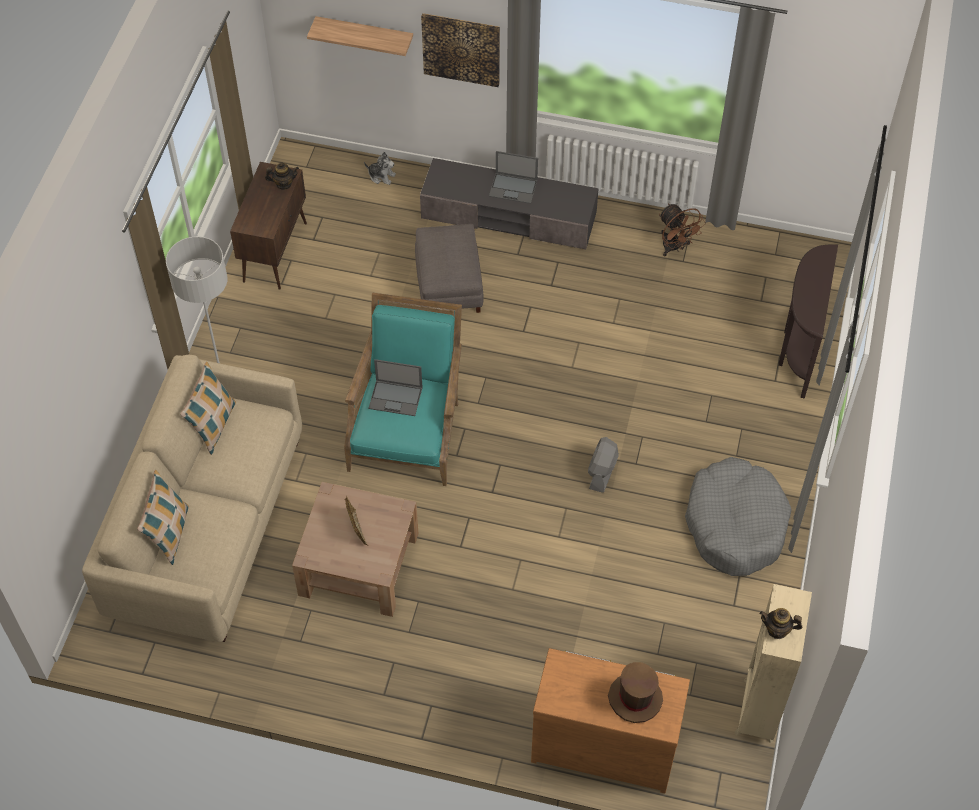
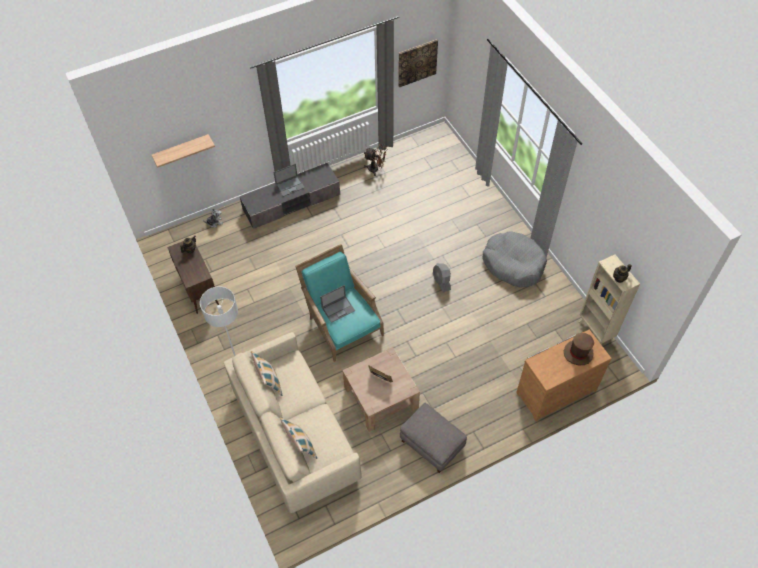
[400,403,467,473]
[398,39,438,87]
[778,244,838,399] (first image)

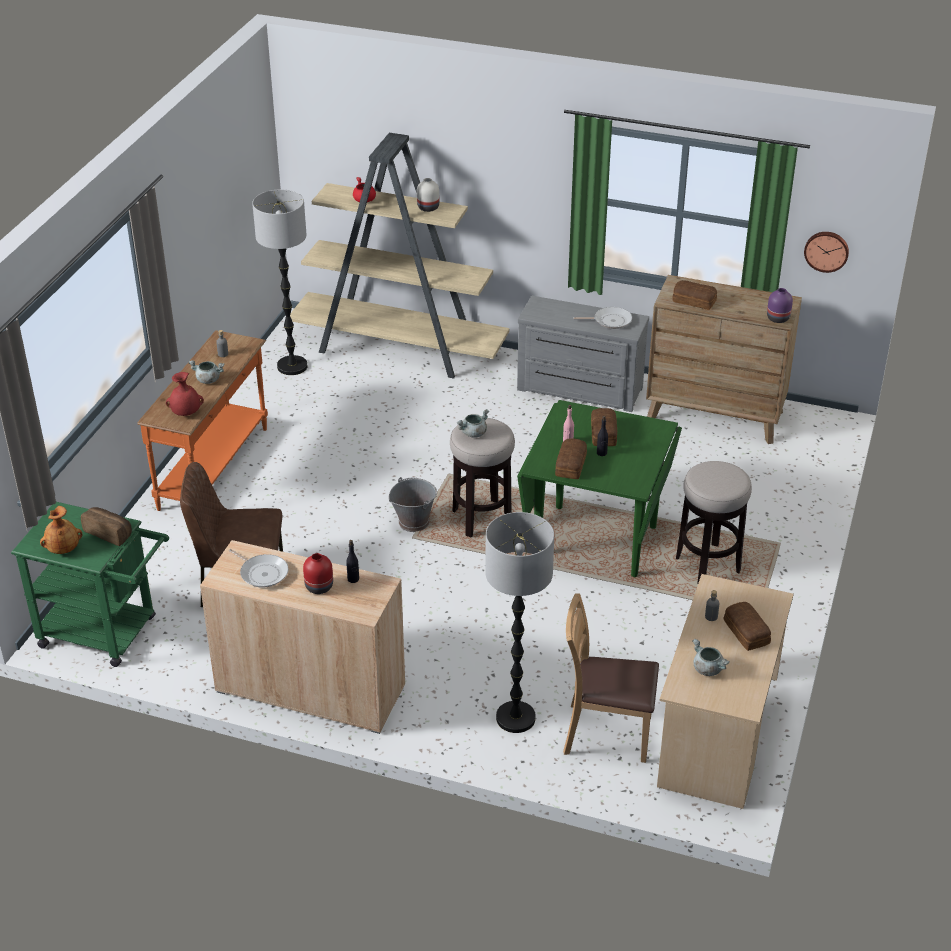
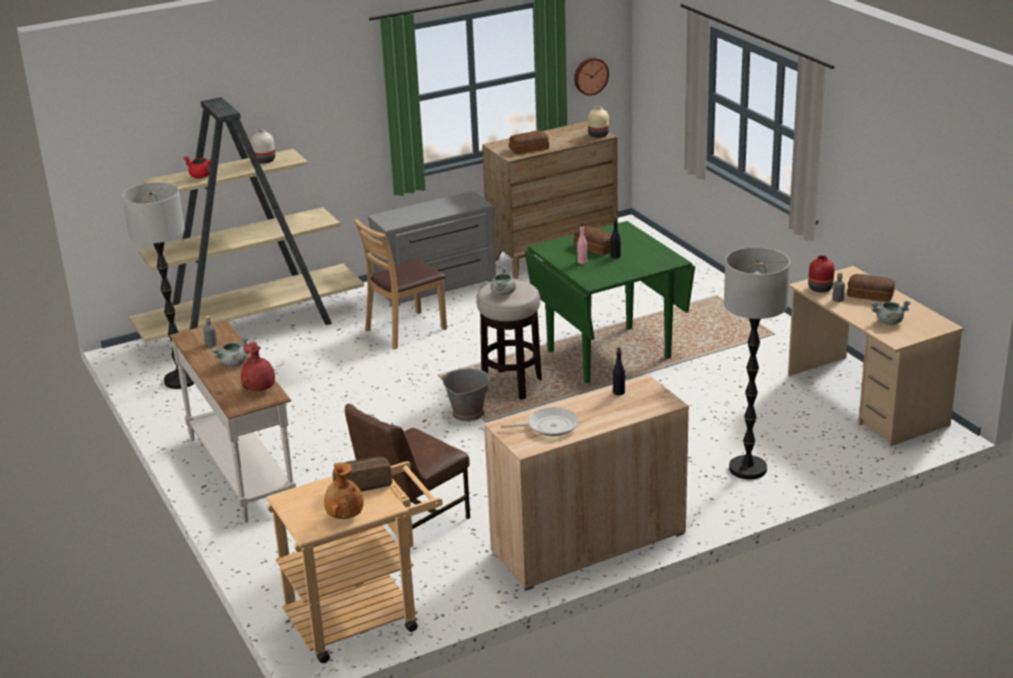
[266,461,443,663]
[170,321,296,523]
[808,255,835,292]
[555,438,587,479] (first image)
[354,218,447,350]
[574,307,632,329] (first image)
[676,461,752,584] (first image)
[588,106,609,138]

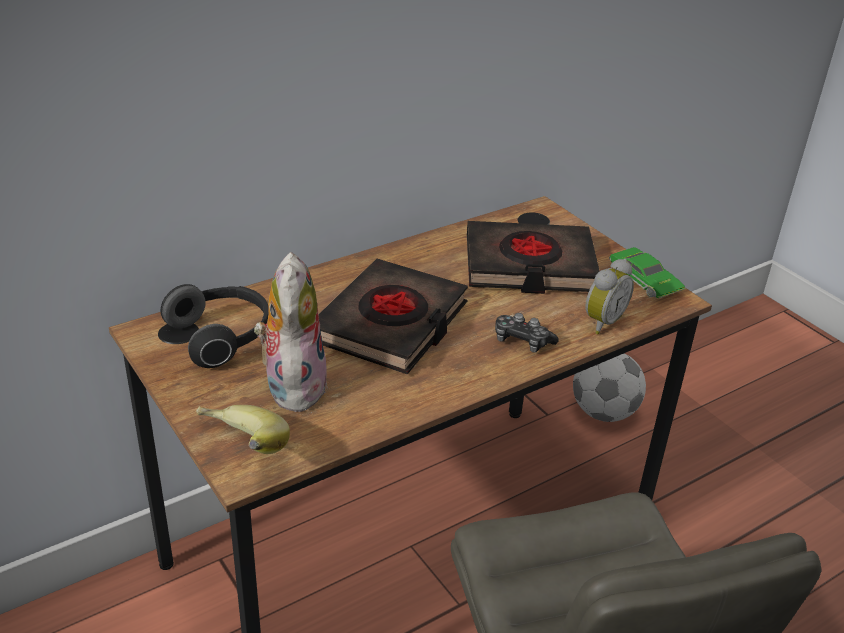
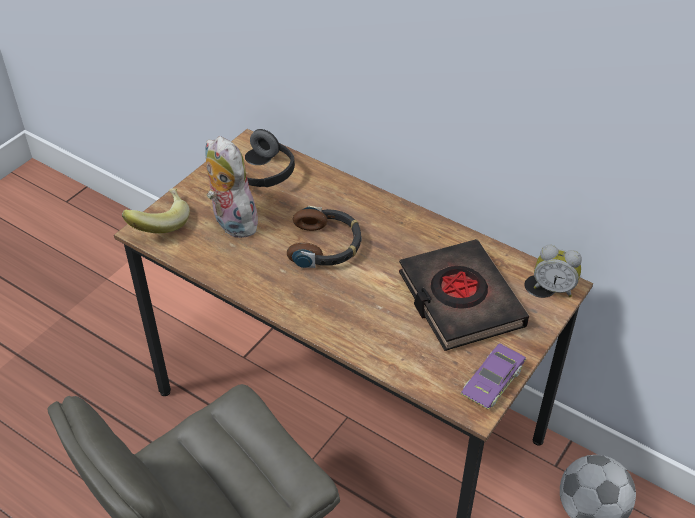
[206,136,261,238]
[287,206,362,268]
[495,313,559,352] (first image)
[534,245,582,297]
[460,343,526,410]

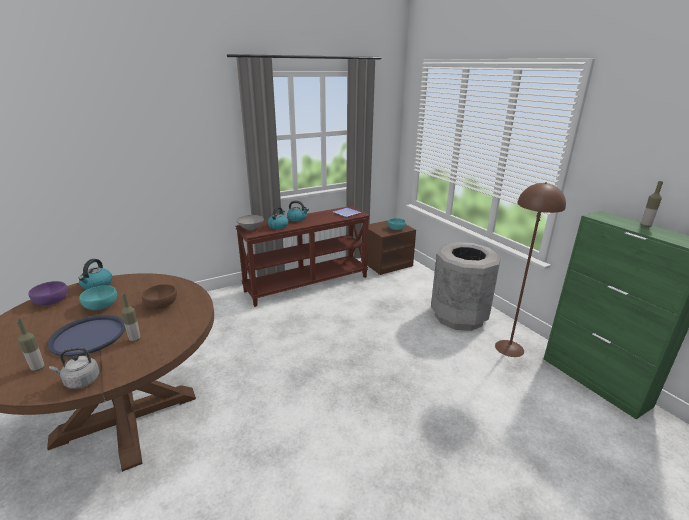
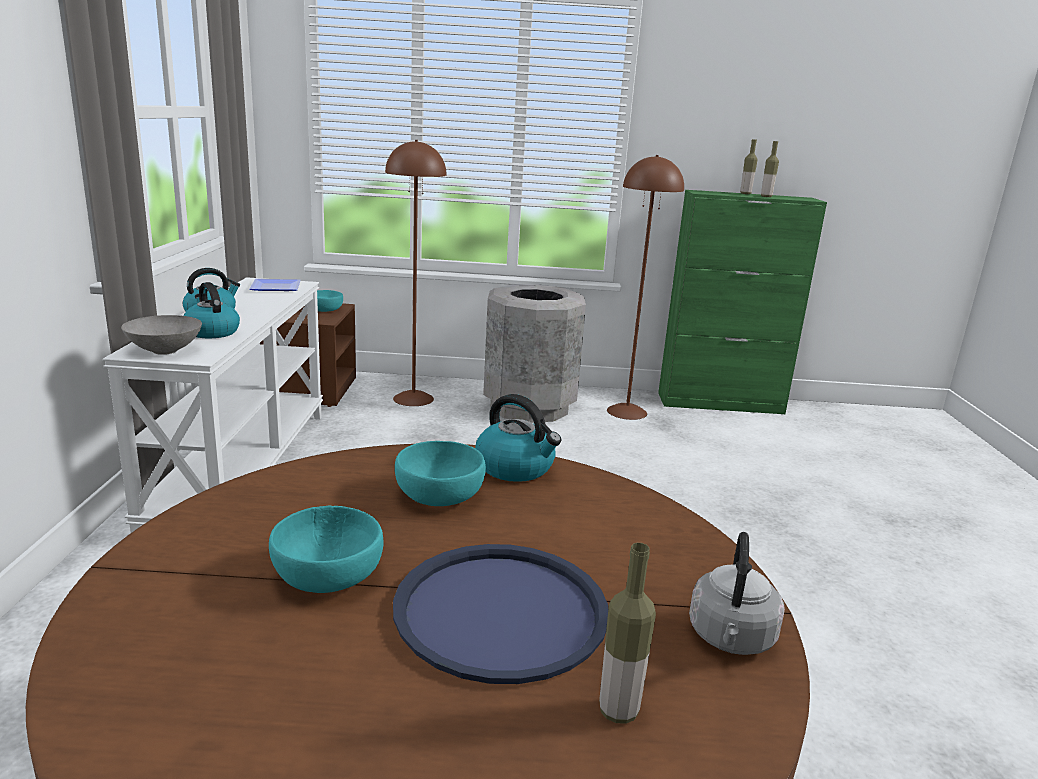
[28,281,68,305] (first image)
[475,394,561,482]
[761,141,779,197]
[395,441,486,506]
[102,277,323,533]
[385,140,447,406]

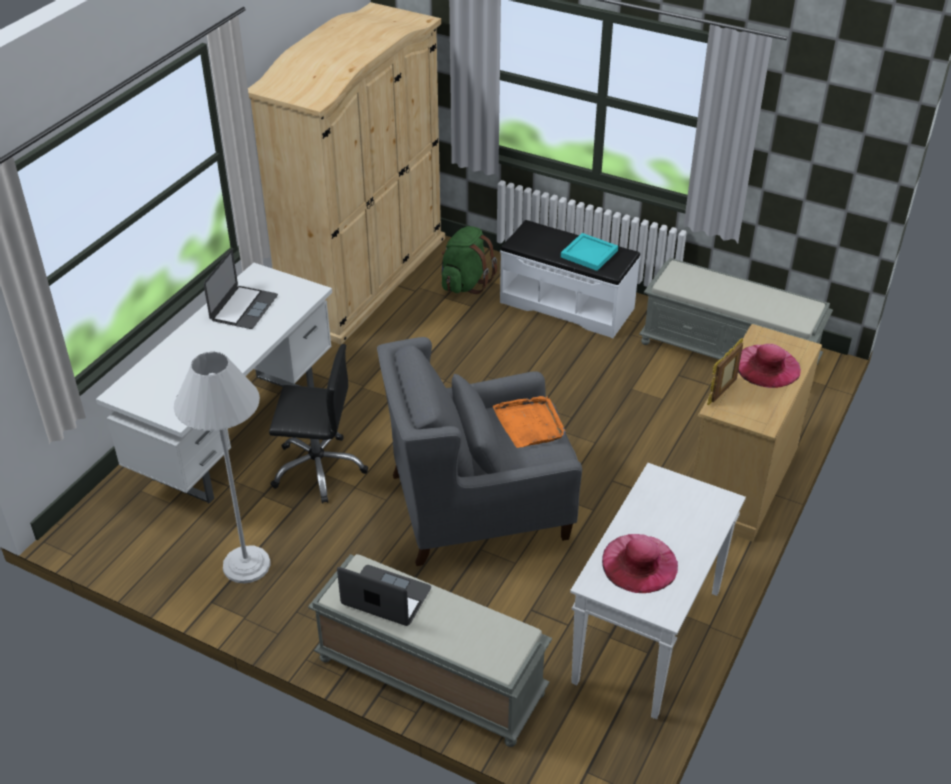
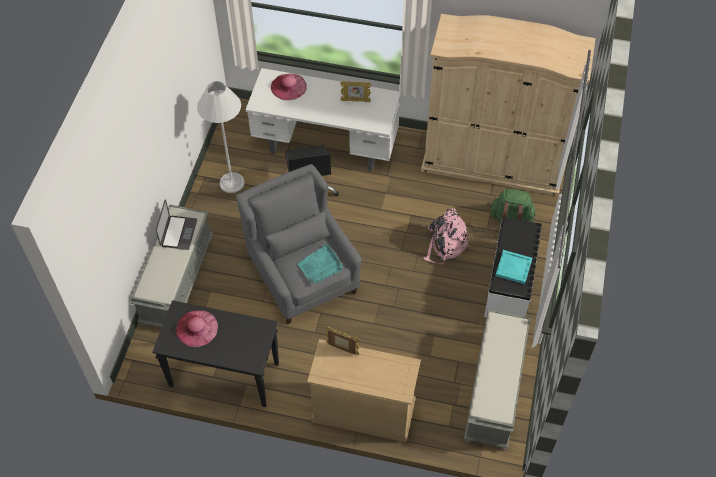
[340,81,371,102]
[297,244,343,284]
[152,300,279,407]
[271,74,307,100]
[423,208,470,264]

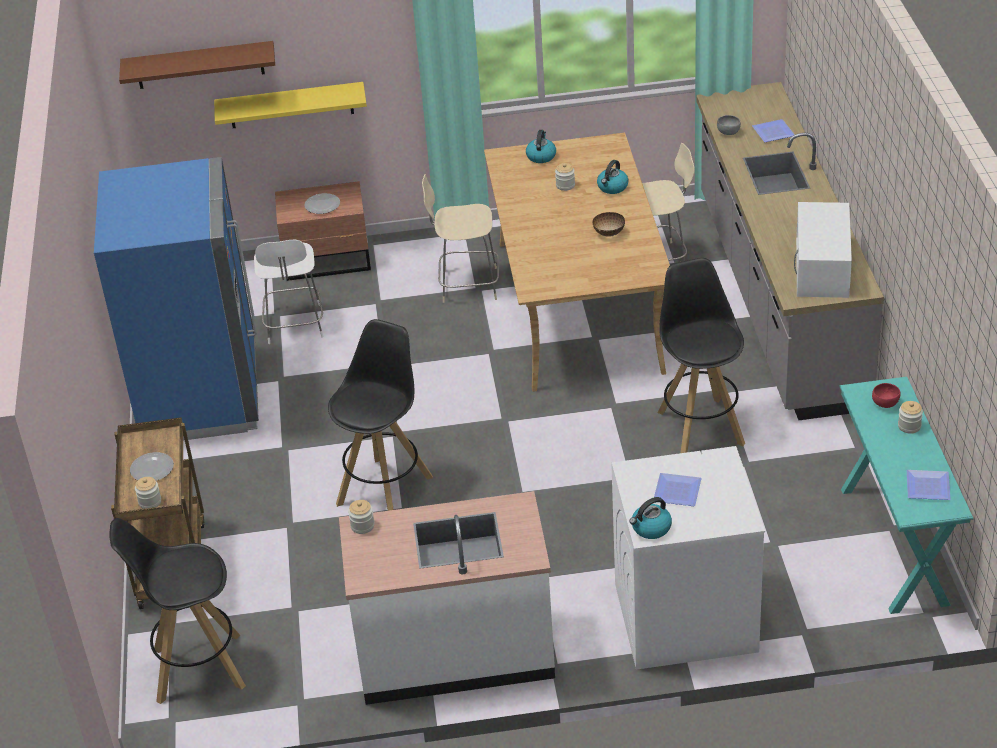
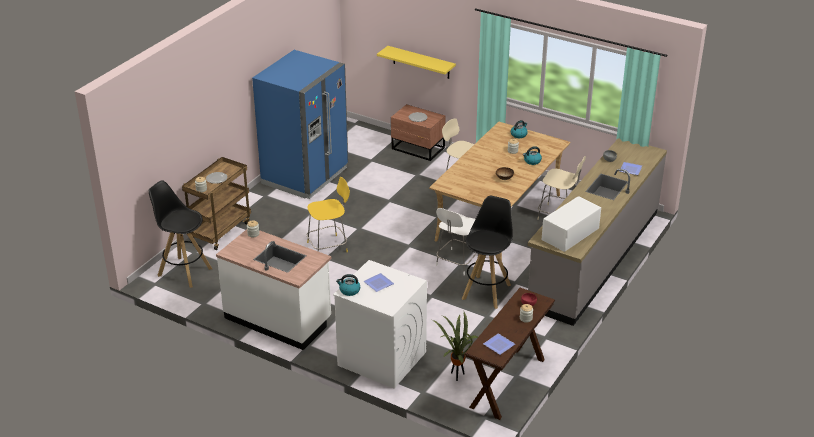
[119,41,275,89] (first image)
[436,208,479,275]
[307,177,350,252]
[464,288,555,420]
[432,312,478,381]

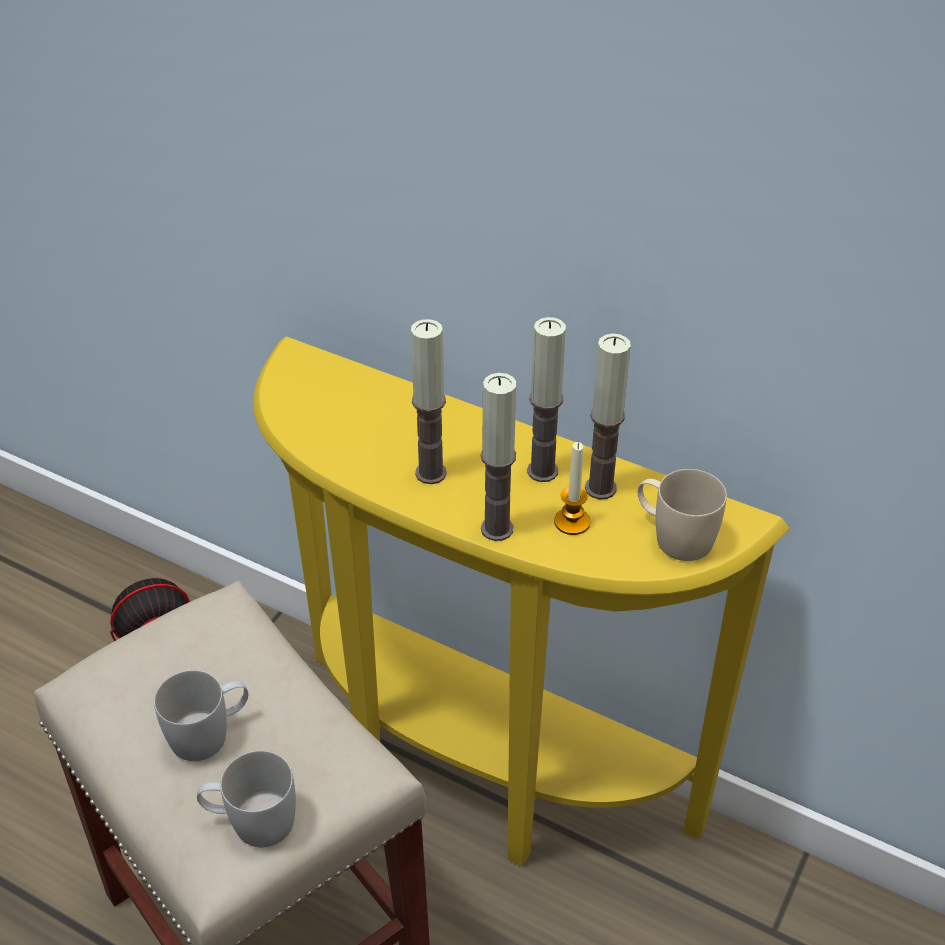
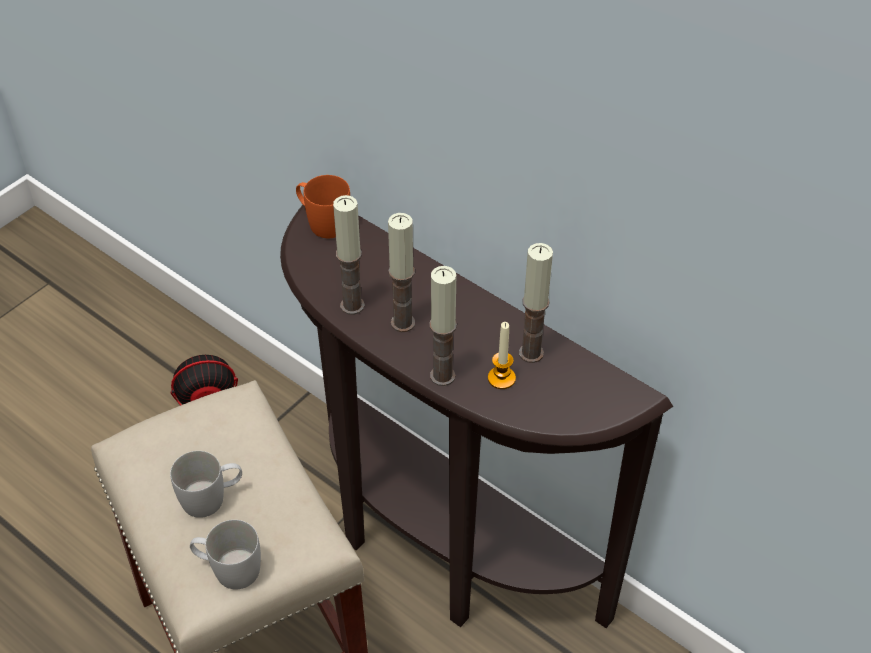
[280,205,673,628]
[333,195,365,315]
[638,469,727,561] (first image)
[296,175,350,238]

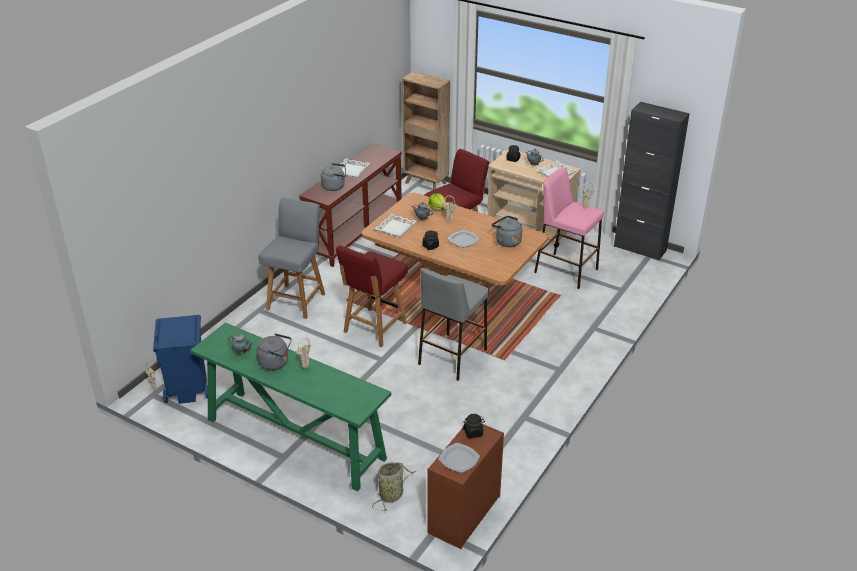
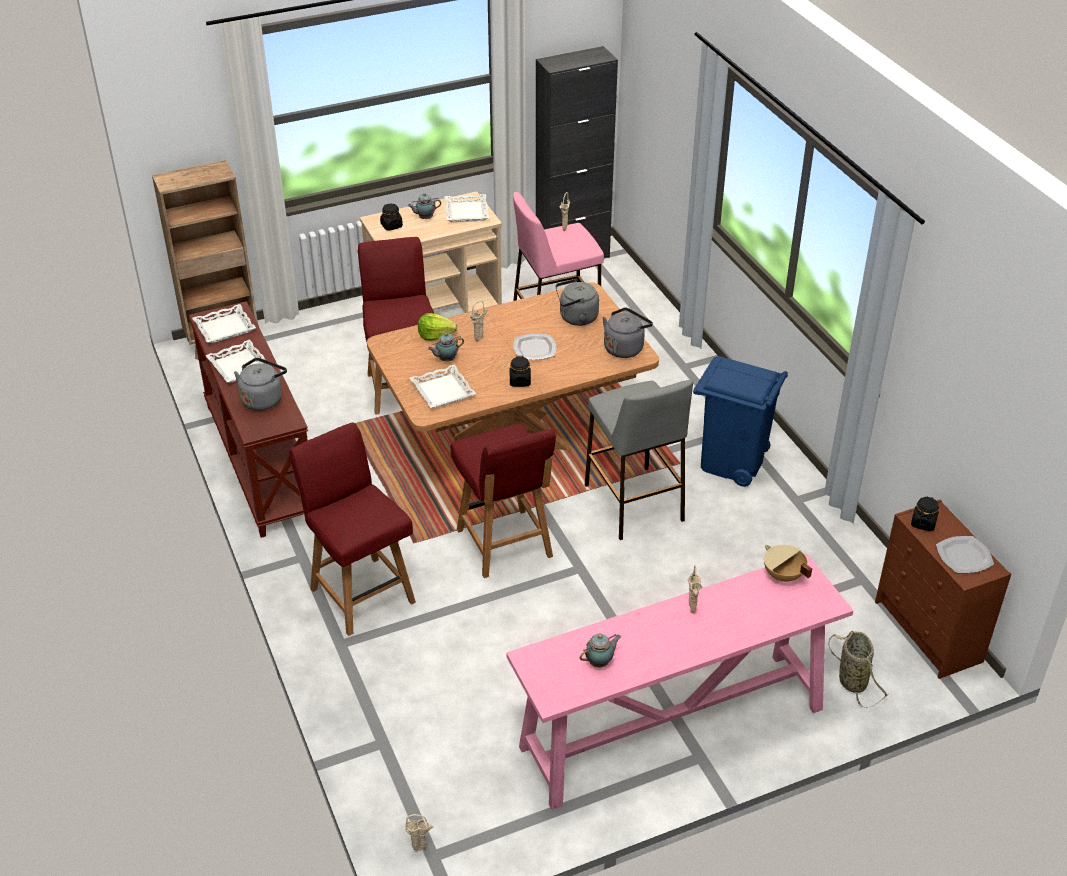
[693,356,788,487]
[506,554,854,810]
[603,308,653,358]
[289,422,416,636]
[192,304,256,343]
[764,545,812,582]

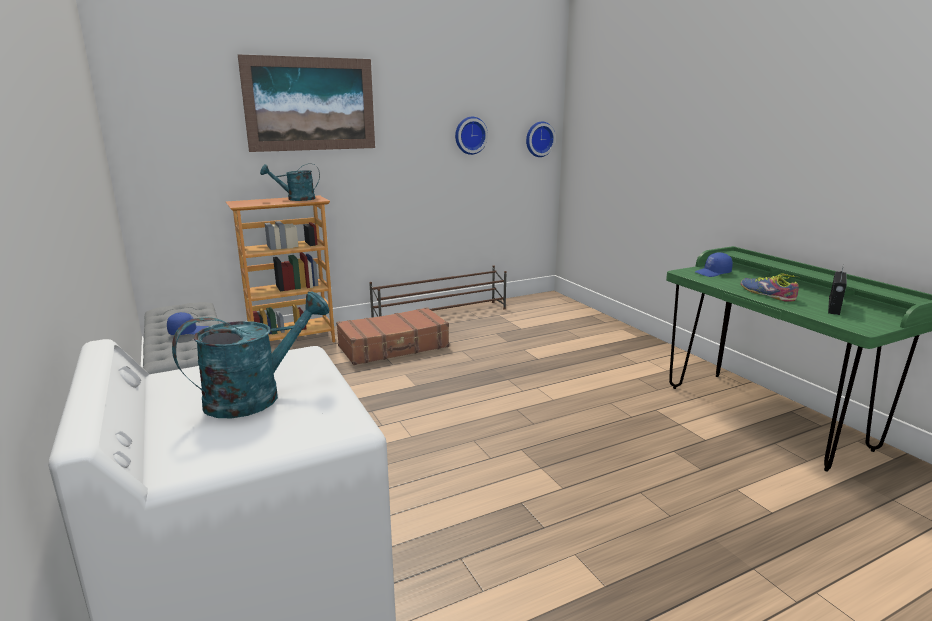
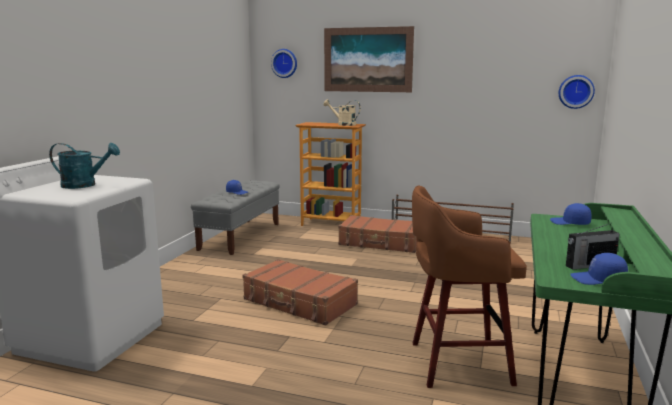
[323,99,361,126]
[271,49,297,78]
[741,273,799,302] (first image)
[242,259,358,325]
[412,185,527,388]
[570,253,628,285]

